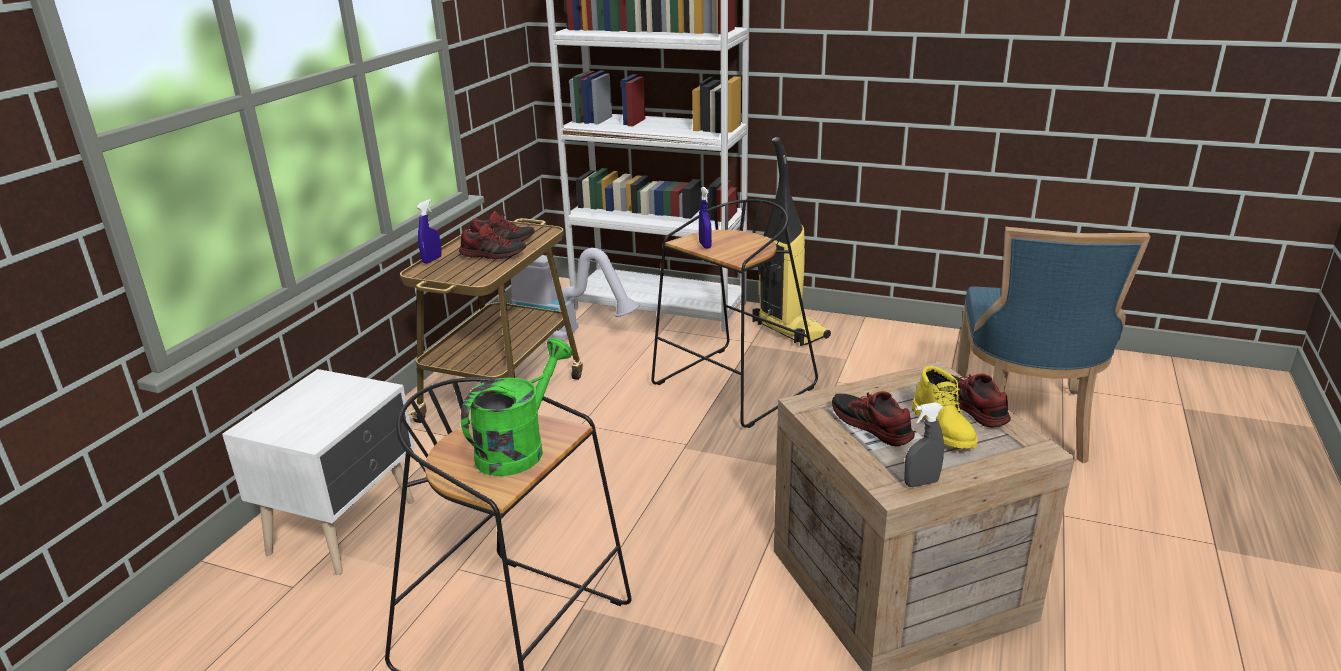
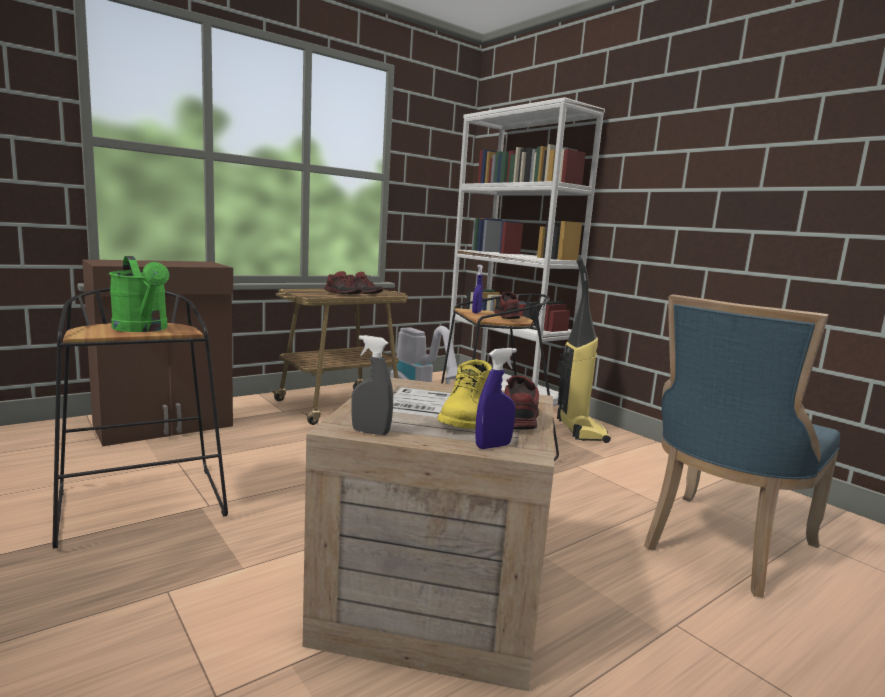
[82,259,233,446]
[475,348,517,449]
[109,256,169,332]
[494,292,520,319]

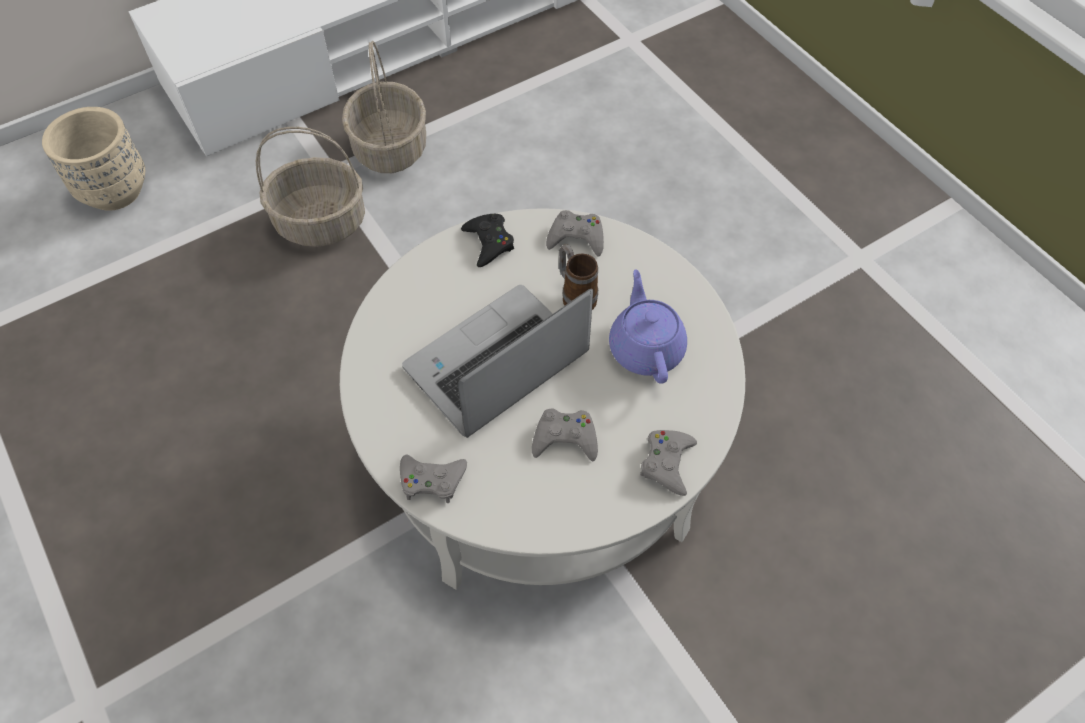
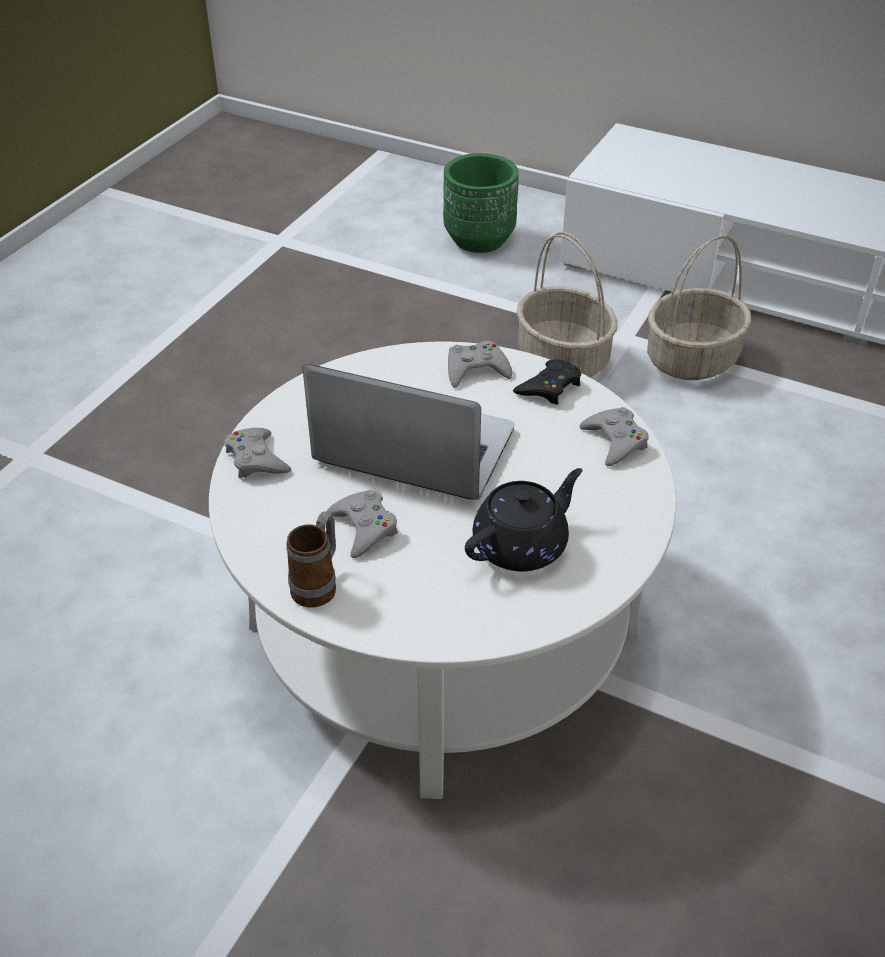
[443,153,519,253]
[286,512,336,607]
[465,468,583,571]
[448,341,512,388]

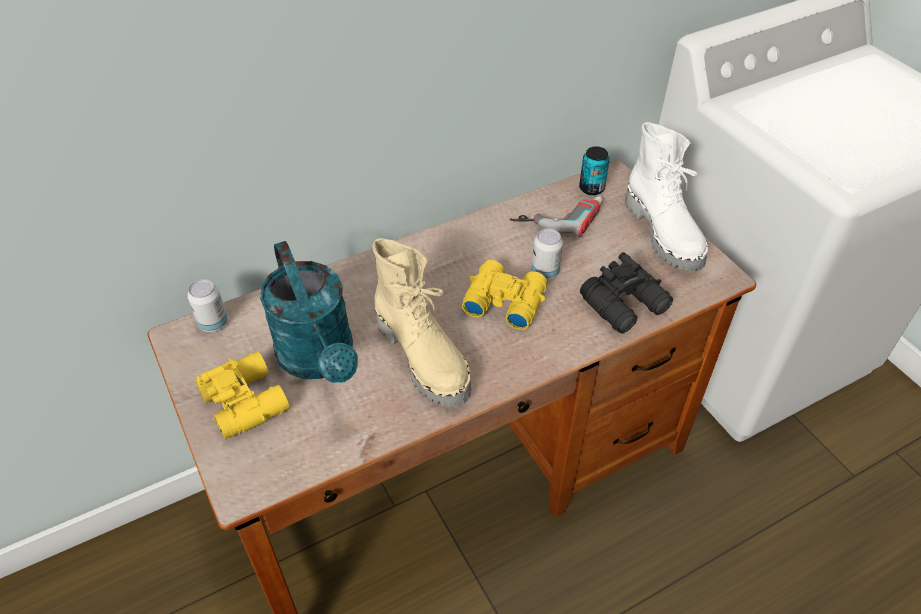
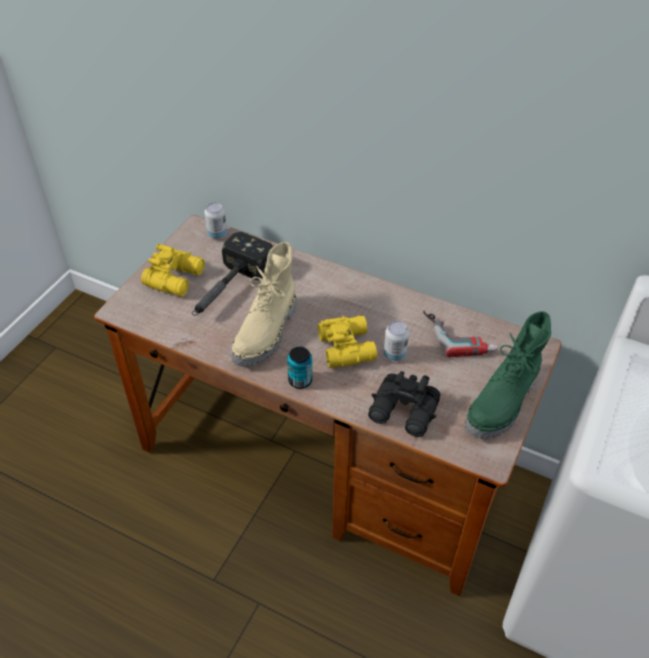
[192,232,274,315]
[287,347,312,389]
[465,311,551,439]

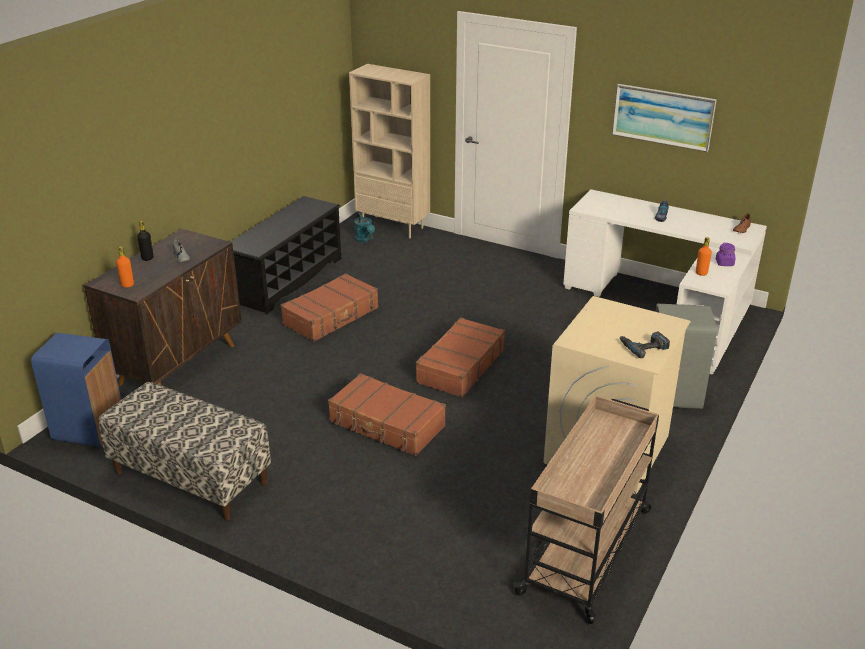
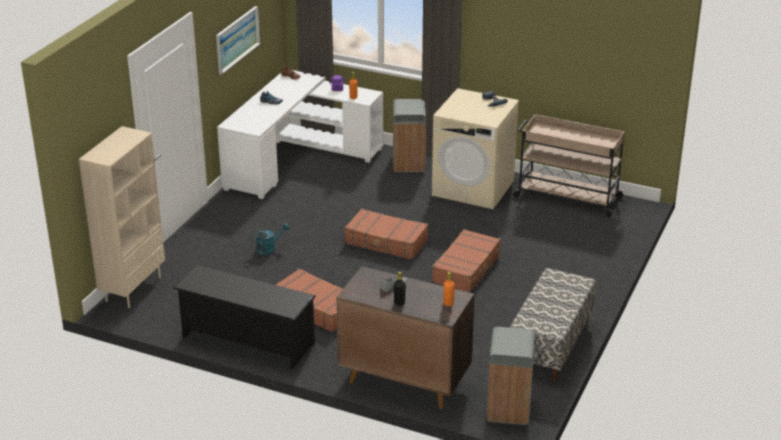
[486,327,535,425]
[251,223,290,255]

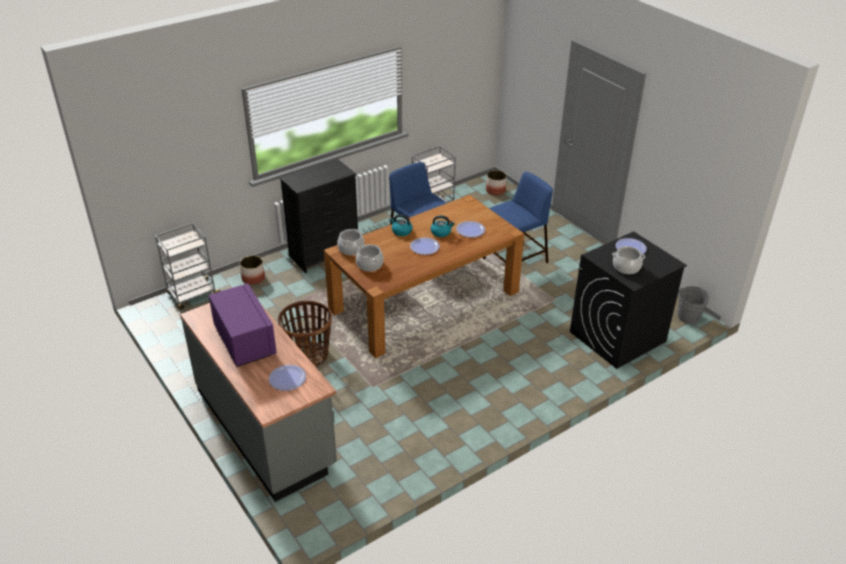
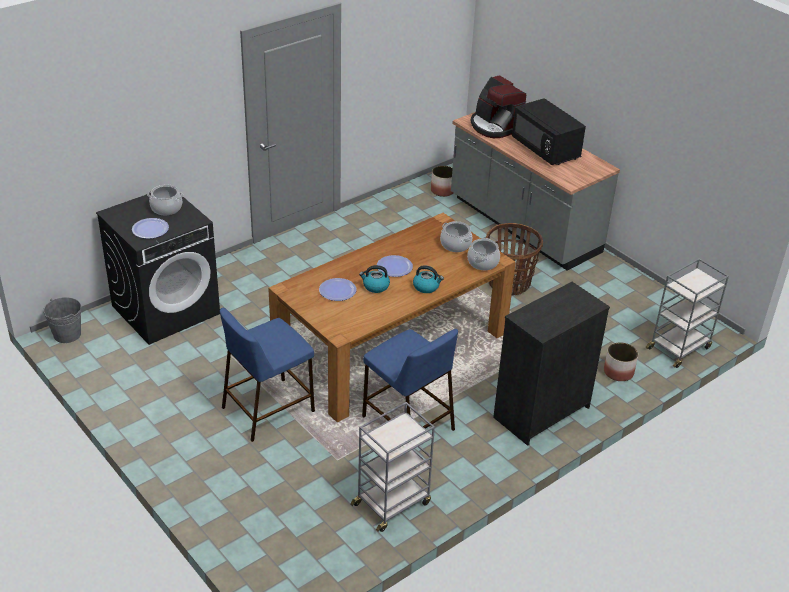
[512,98,586,165]
[471,75,526,138]
[431,166,454,197]

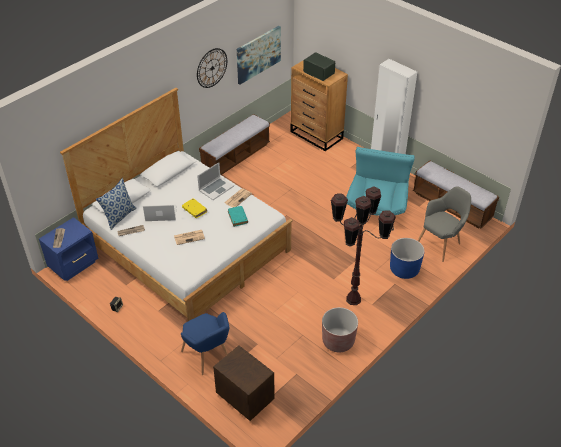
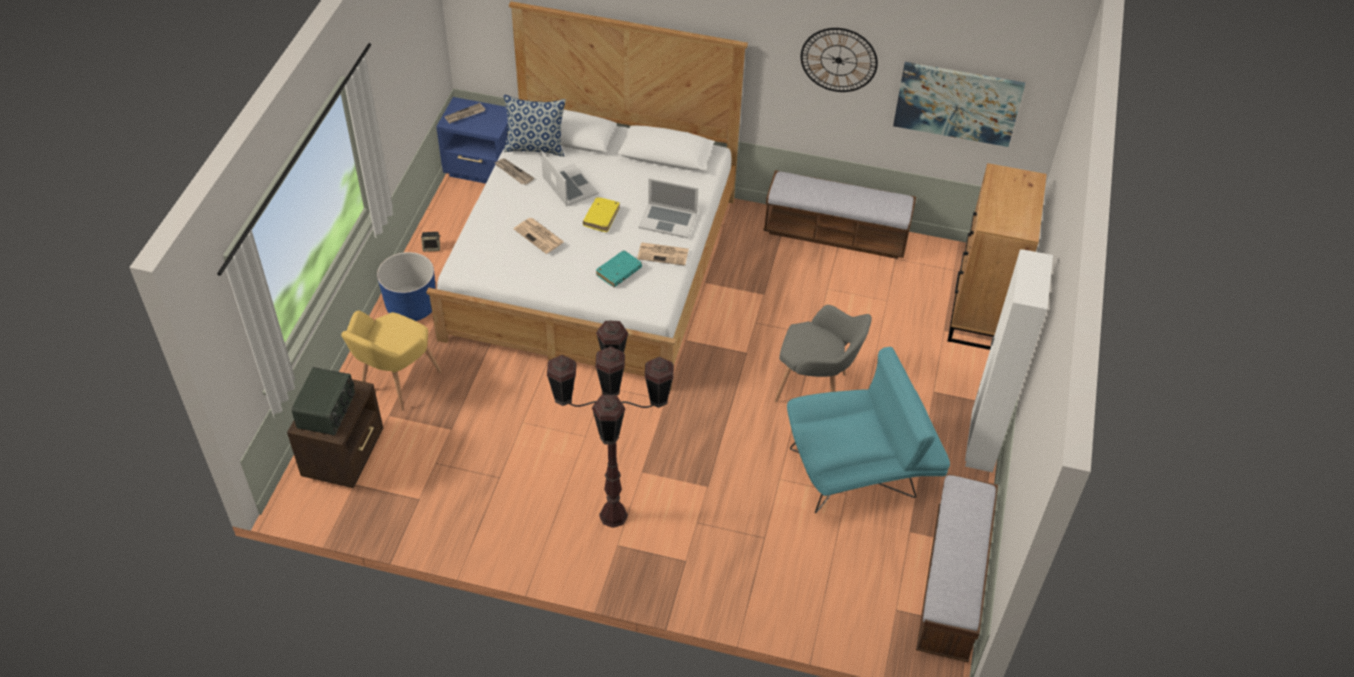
[341,310,442,411]
[291,367,355,435]
[322,307,358,352] (first image)
[377,252,436,321]
[775,305,872,402]

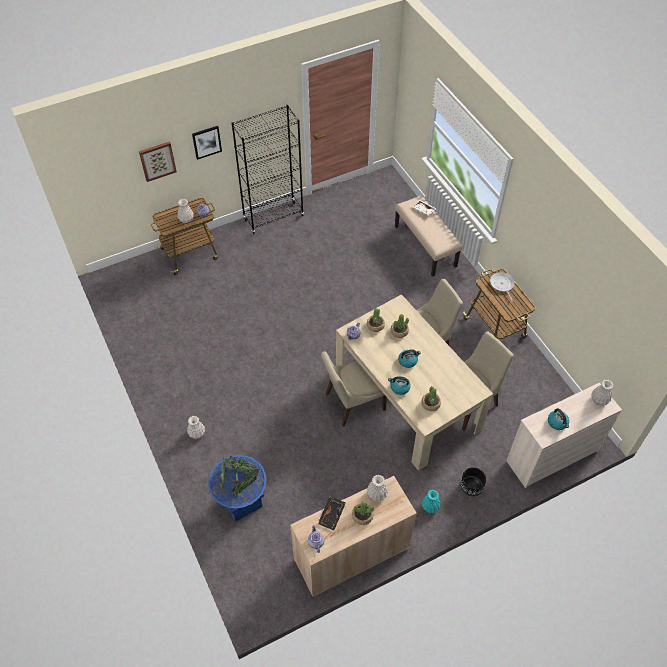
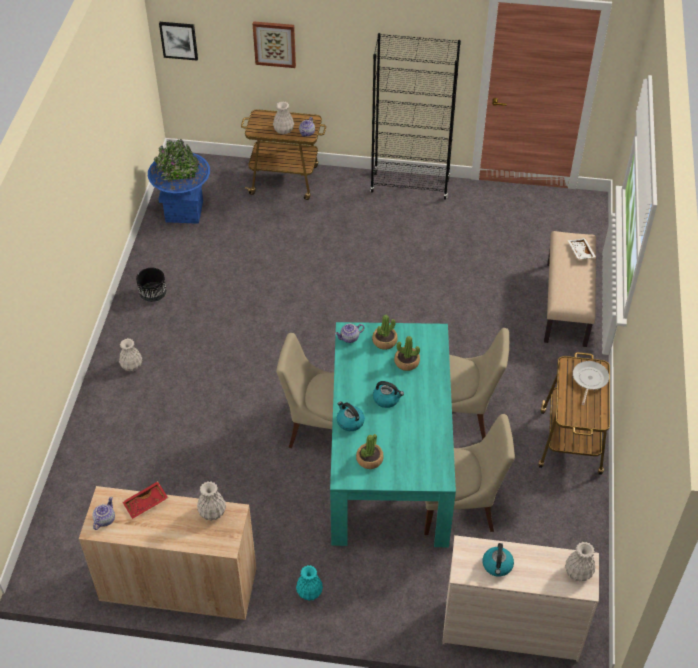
[159,22,198,61]
[148,139,210,224]
[123,481,168,519]
[330,322,456,547]
[352,501,374,525] (first image)
[136,268,167,302]

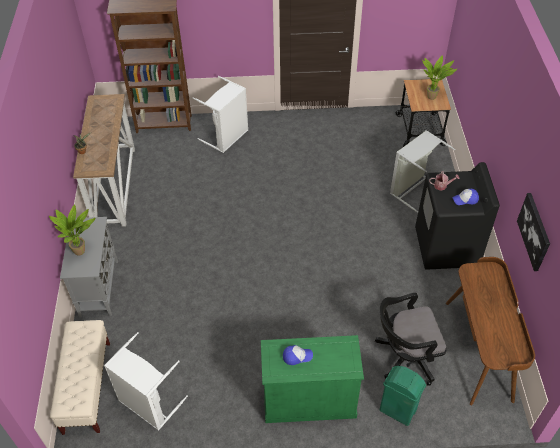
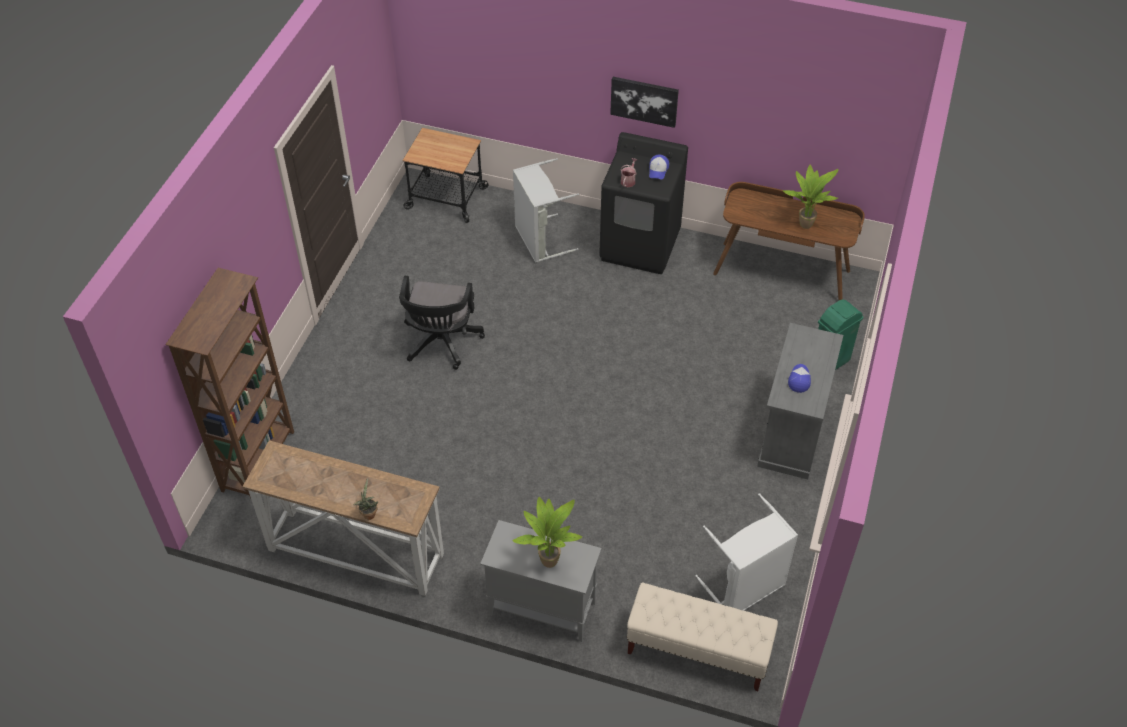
[192,76,248,153] (first image)
[757,323,844,480]
[399,276,485,370]
[783,165,839,229]
[610,77,679,128]

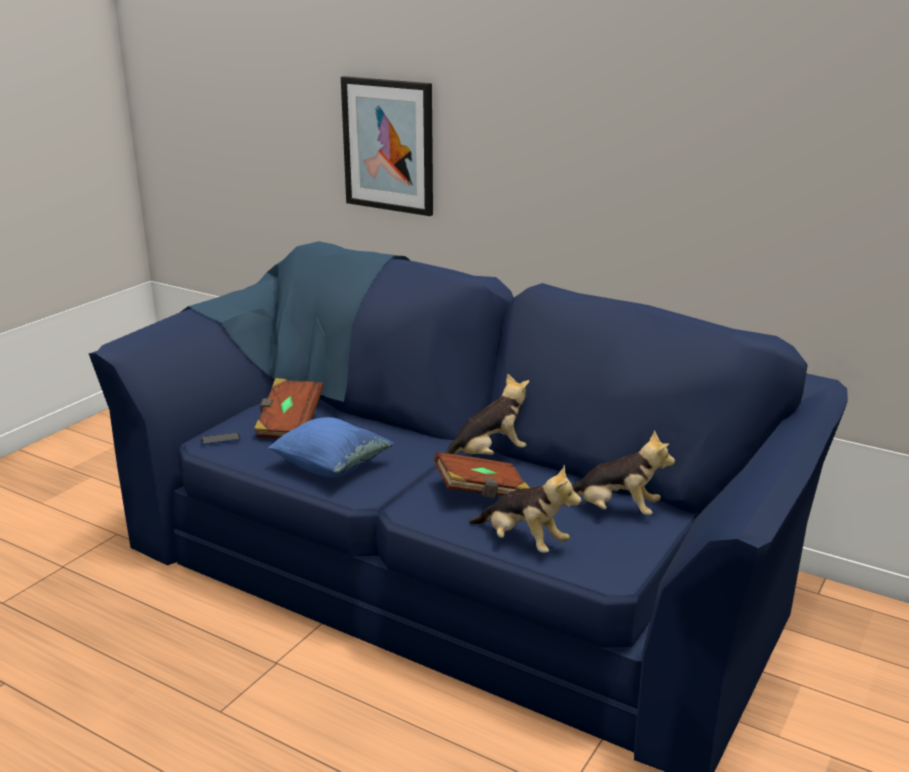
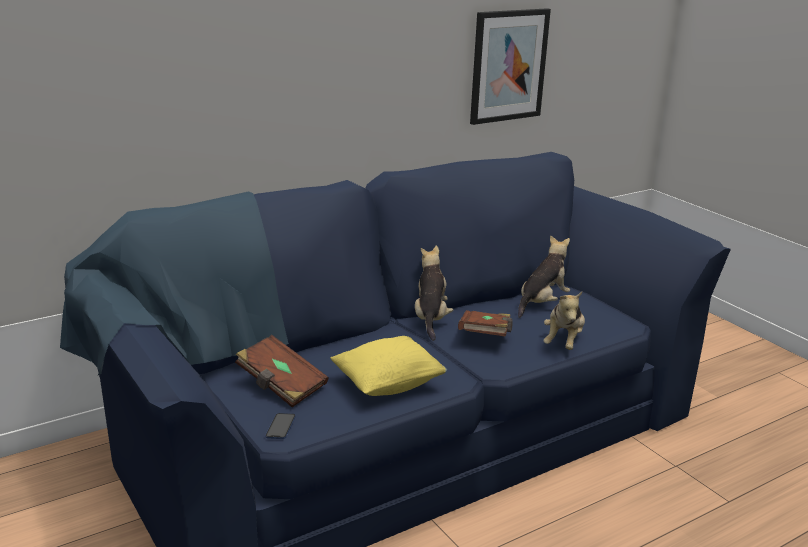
[330,336,447,396]
[470,8,551,125]
[543,292,585,350]

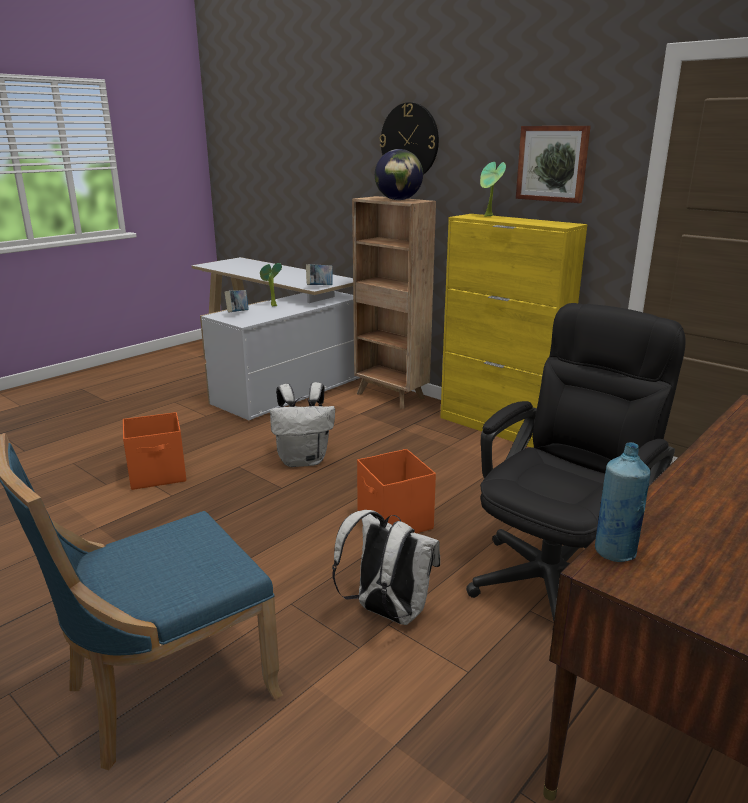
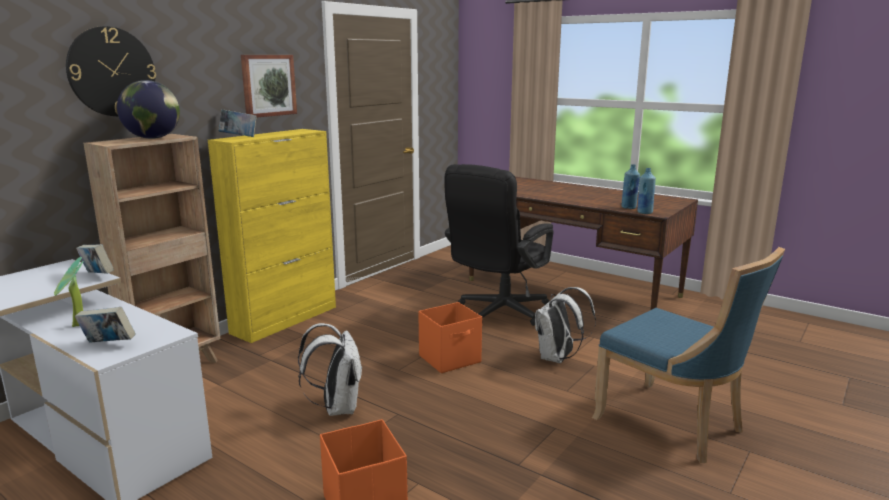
[444,164,554,326]
[219,109,257,137]
[621,164,640,209]

